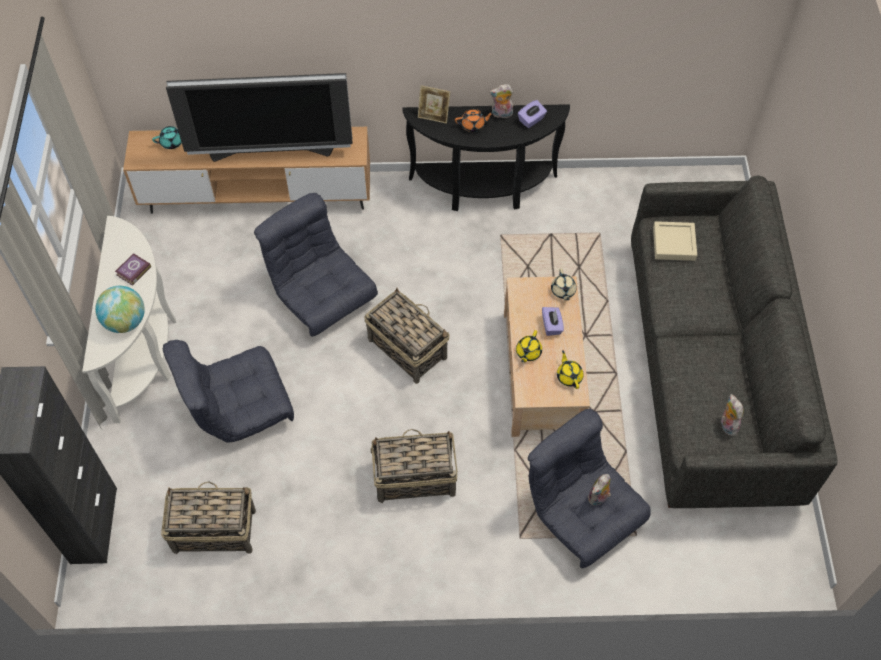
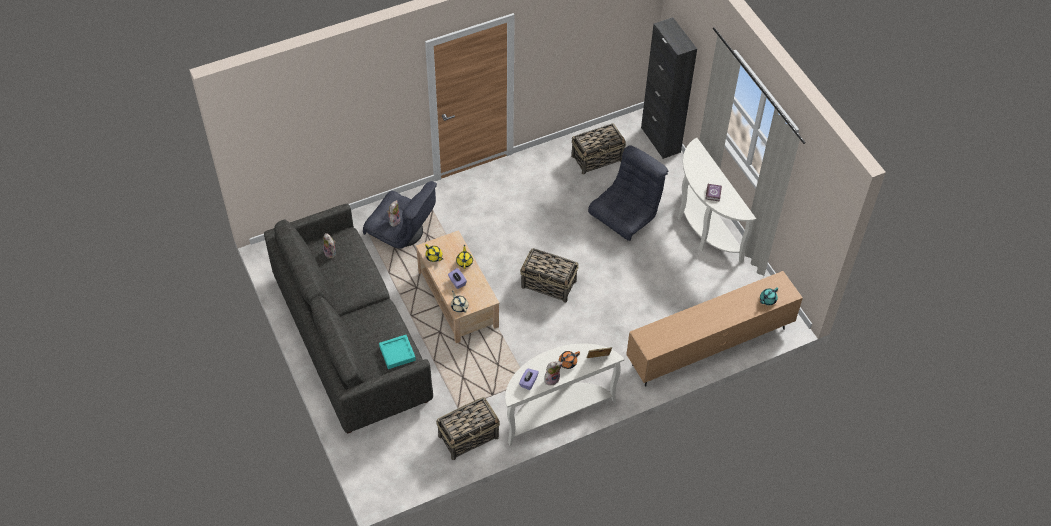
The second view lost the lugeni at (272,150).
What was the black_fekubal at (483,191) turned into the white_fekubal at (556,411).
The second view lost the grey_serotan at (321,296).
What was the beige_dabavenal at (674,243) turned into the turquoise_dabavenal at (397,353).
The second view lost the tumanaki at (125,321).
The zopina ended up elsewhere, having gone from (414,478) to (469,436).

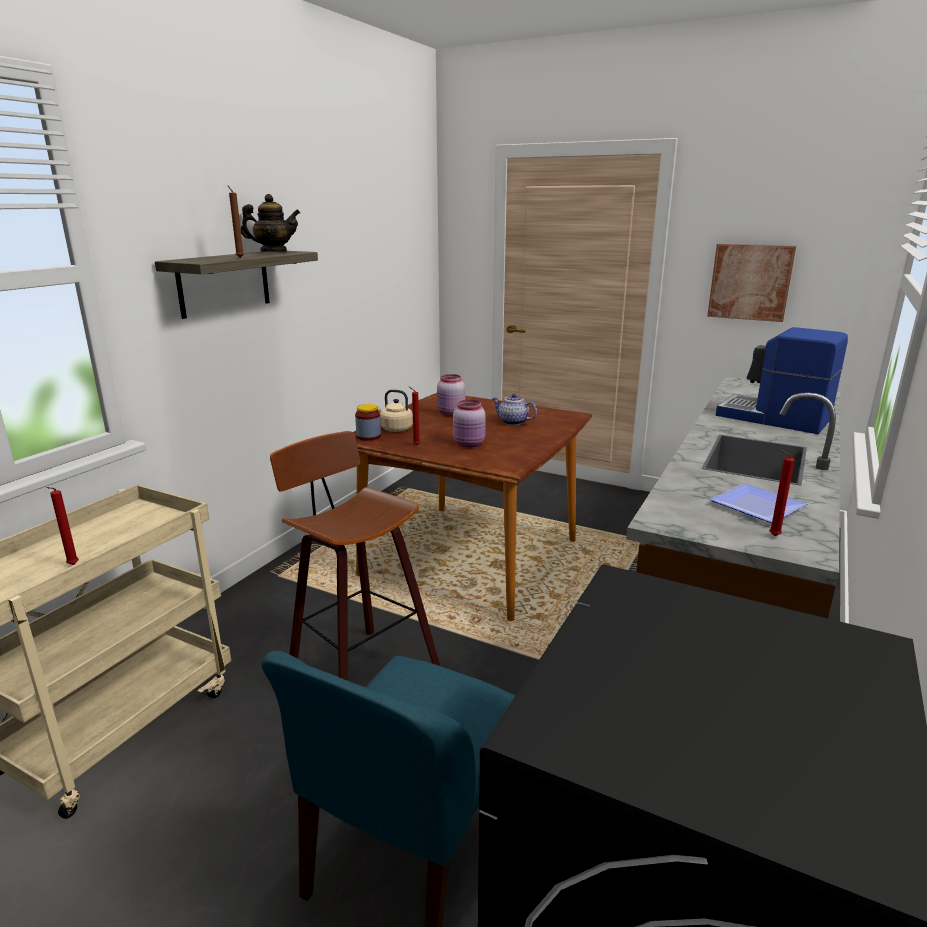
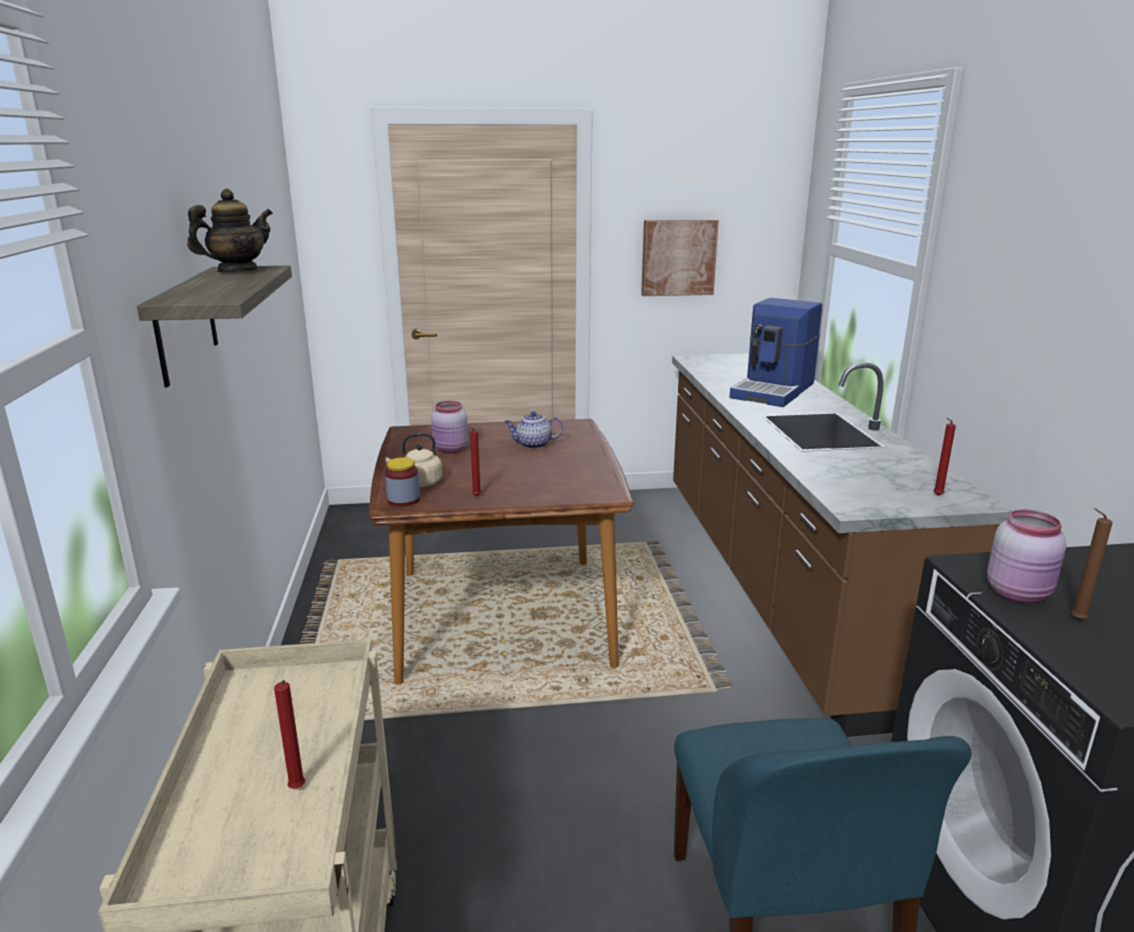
The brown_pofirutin ended up elsewhere, having gone from (239,257) to (1075,620).
The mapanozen at (773,418) ended up facing another way, 60 degrees counterclockwise from before.
The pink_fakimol ended up elsewhere, having gone from (469,444) to (1019,593).
The second view lost the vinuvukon at (358,672).
The second view lost the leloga at (756,505).

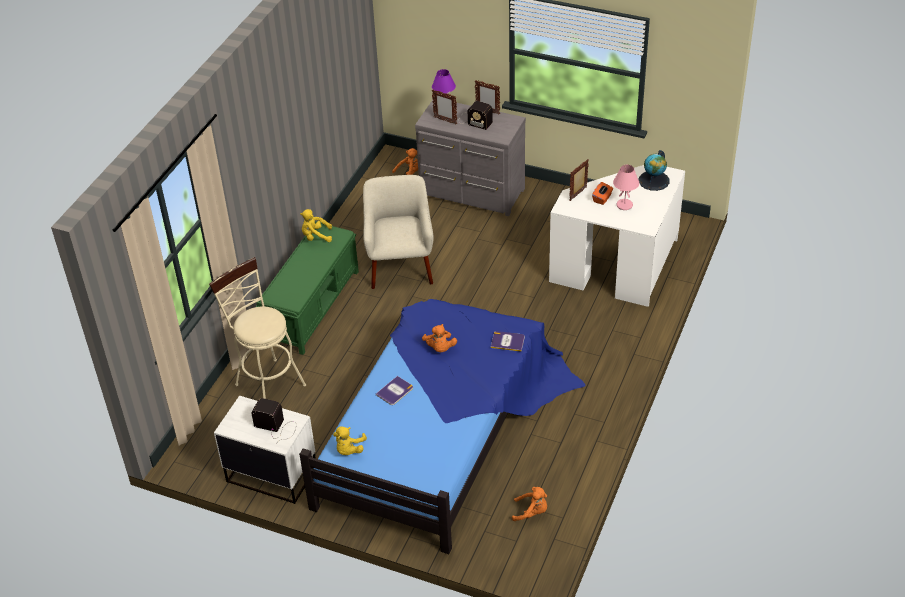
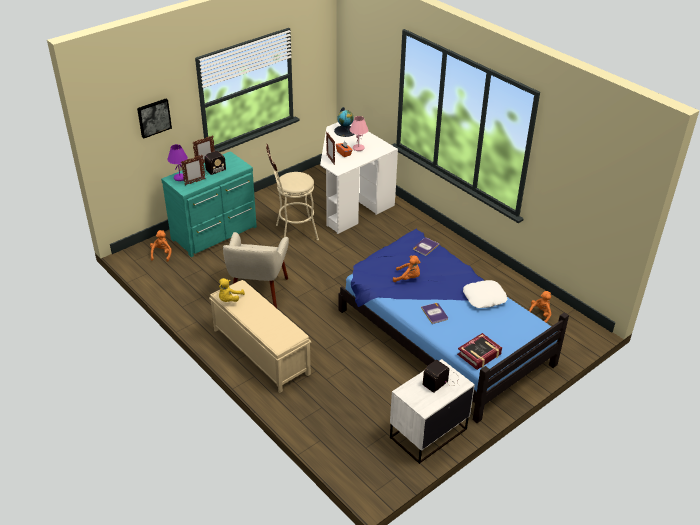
What was the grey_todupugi at (472,193) turned into the turquoise_todupugi at (216,233).
The beige_serotan at (400,265) ended up facing another way, 105 degrees counterclockwise from before.
What was the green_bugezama at (313,306) turned into the beige_bugezama at (260,351).
The beige_vinuvukon ended up elsewhere, having gone from (266,382) to (293,233).
Where the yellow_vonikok stood at (349,449), the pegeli came to stand at (479,354).
The second view gained the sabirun at (153,117).
The second view gained the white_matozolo at (484,298).

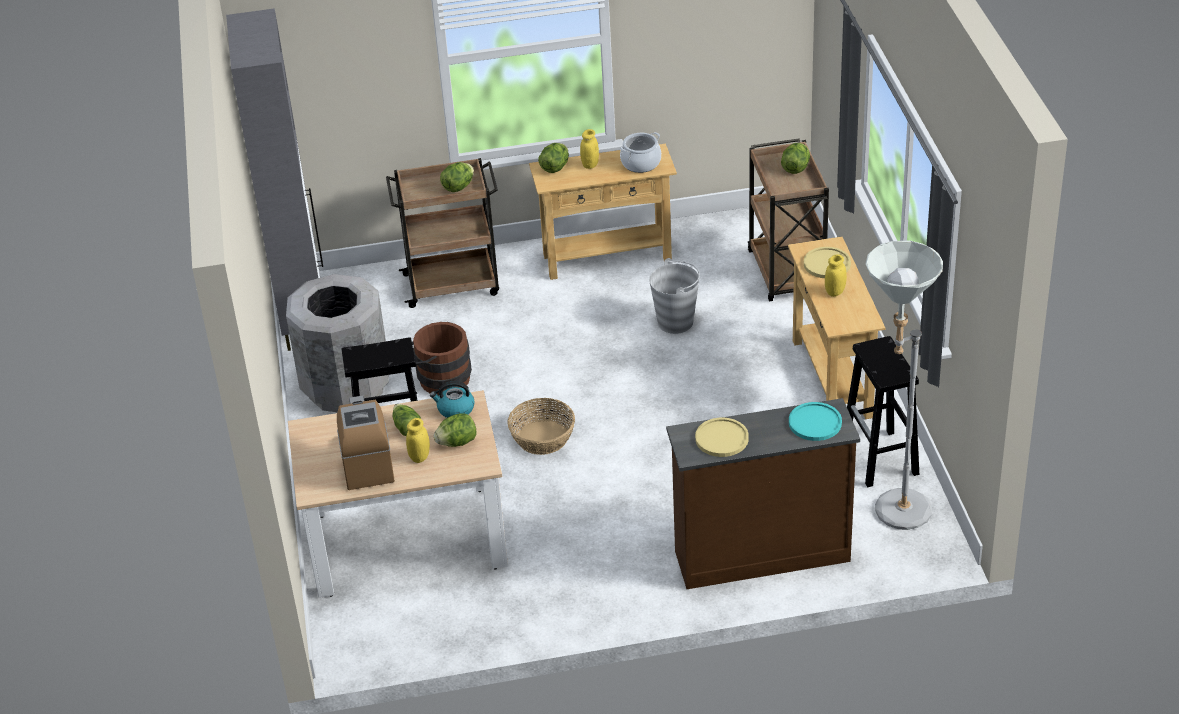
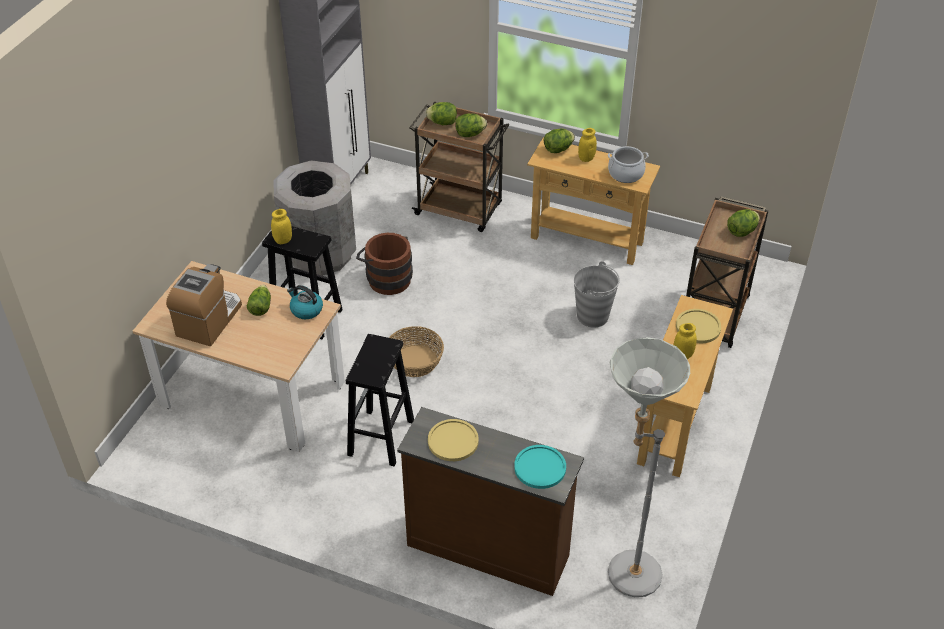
The black_vinuvukon ended up elsewhere, having gone from (880,459) to (380,438).
The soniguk ended up elsewhere, having gone from (457,442) to (442,123).
The yellow_fakimol ended up elsewhere, having gone from (420,457) to (283,240).

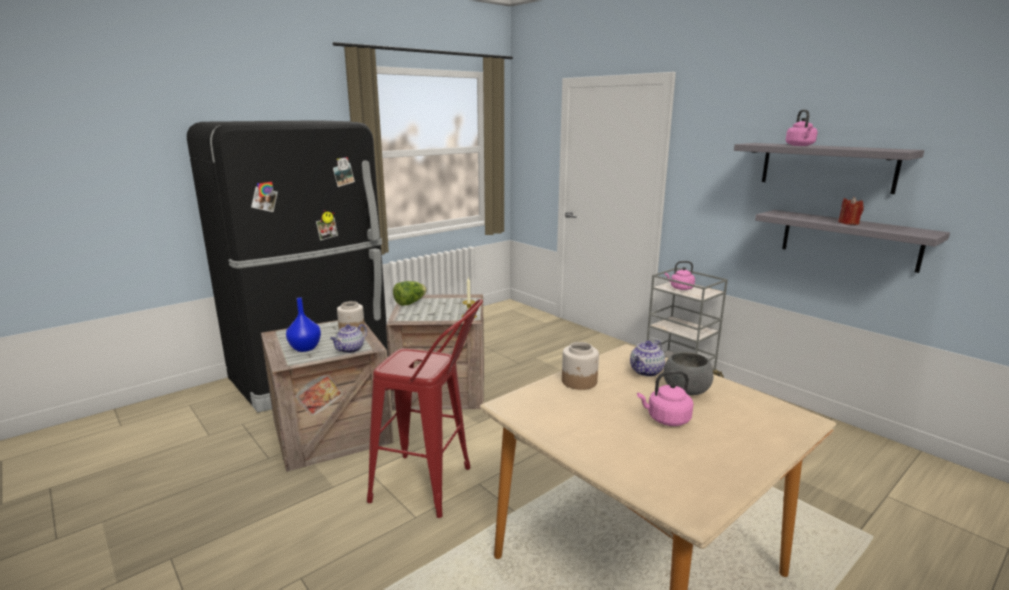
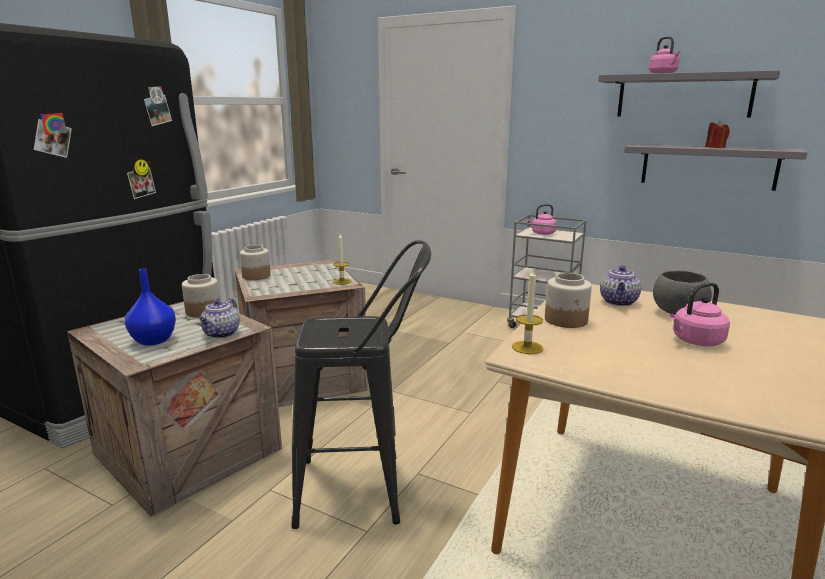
Where the soniguk stood at (410,303), the fakimol came to stand at (256,276).
What was the red_vinuvukon at (431,487) turned into the black_vinuvukon at (364,490).
The second view gained the pofirutin at (527,347).

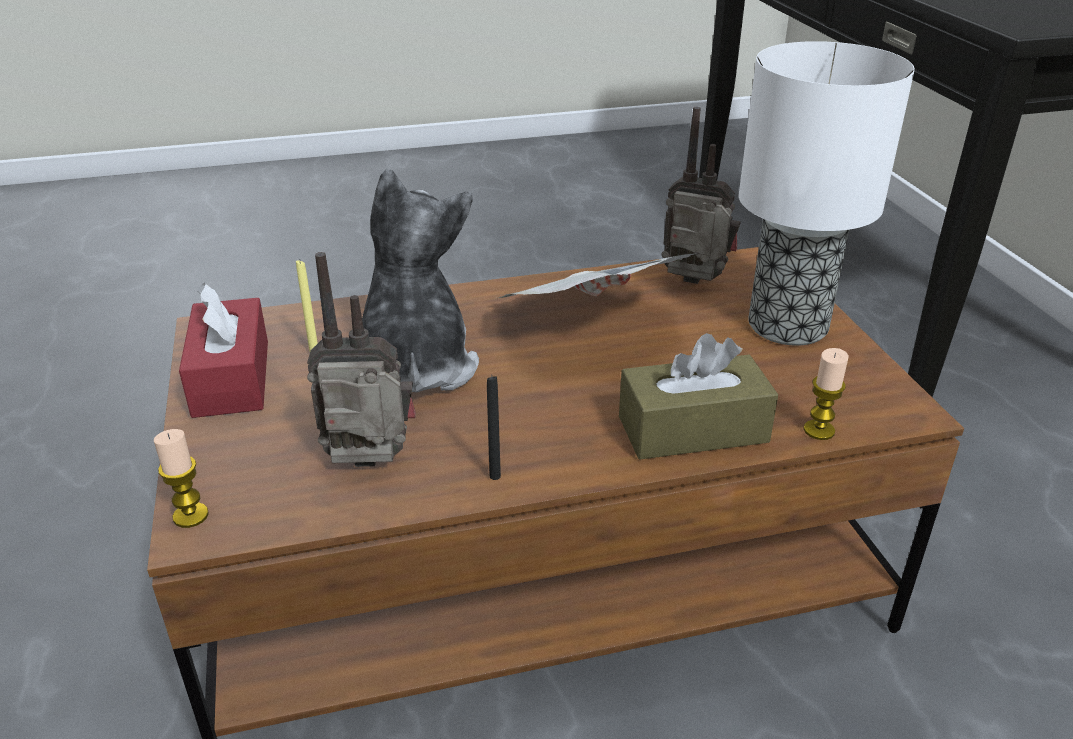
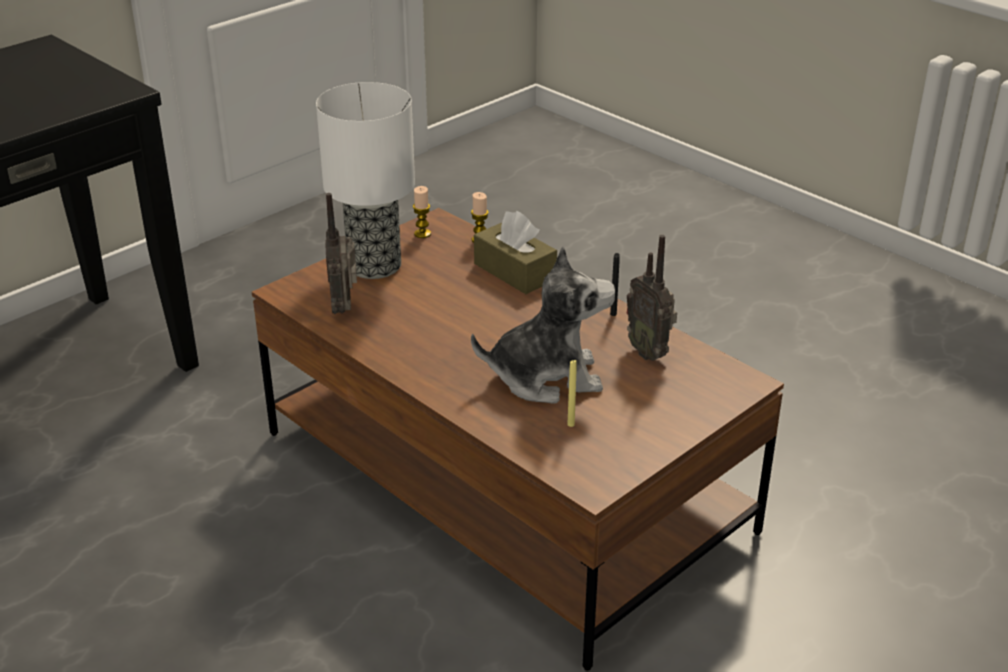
The vonikok at (415,366) ended up facing another way, 150 degrees counterclockwise from before.
The second view lost the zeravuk at (589,324).
The second view lost the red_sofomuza at (231,378).
The pofirutin ended up elsewhere, having gone from (190,516) to (422,234).

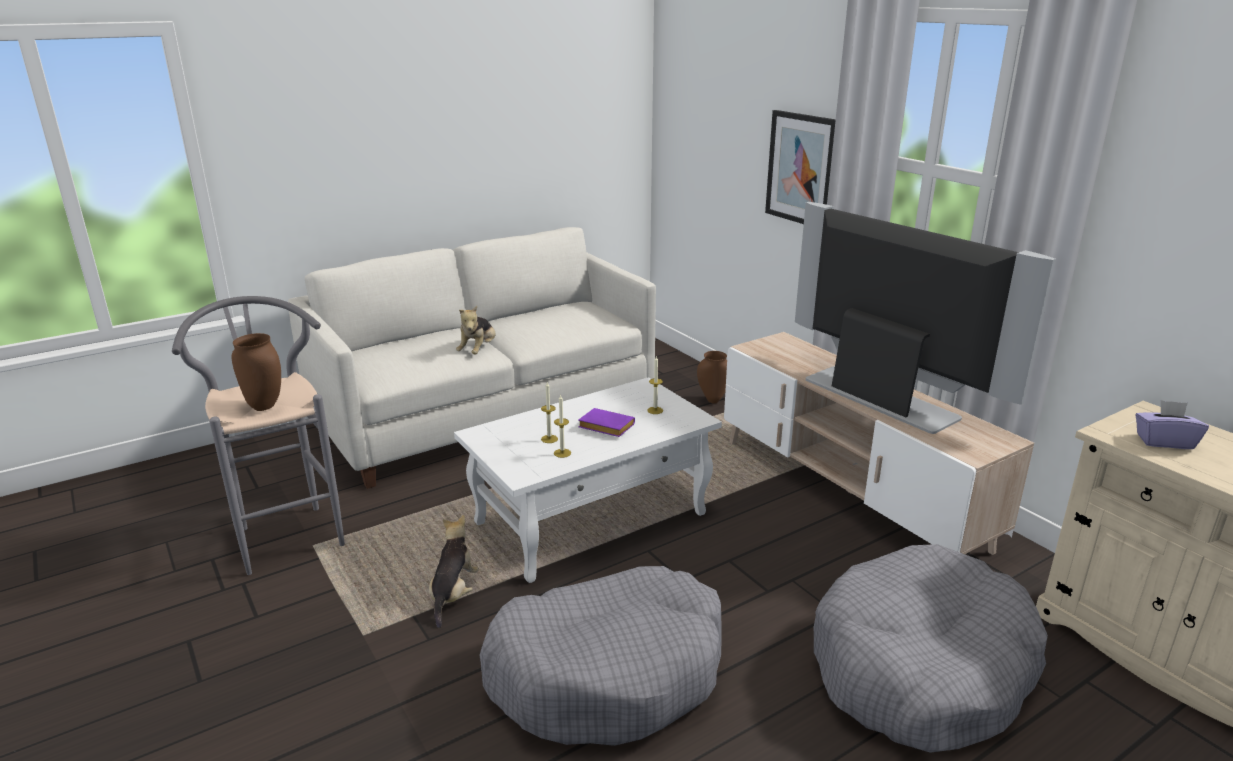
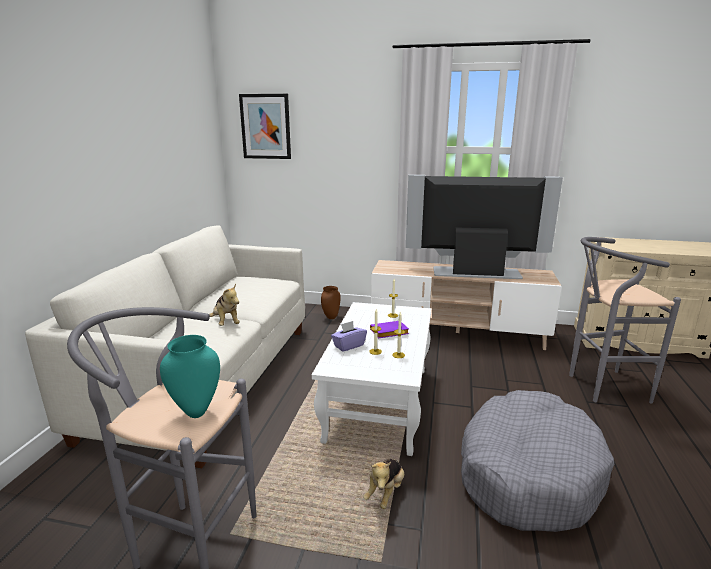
The sabirun ended up elsewhere, having gone from (801,169) to (265,126).
What was the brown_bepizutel at (265,406) turned into the turquoise_bepizutel at (196,411).
The purple_sofomuza ended up elsewhere, having gone from (1164,441) to (348,345).
The vonikok at (453,594) ended up facing another way, 120 degrees counterclockwise from before.
Where the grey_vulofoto stood at (920,668), the grey_vinuvukon came to stand at (600,387).

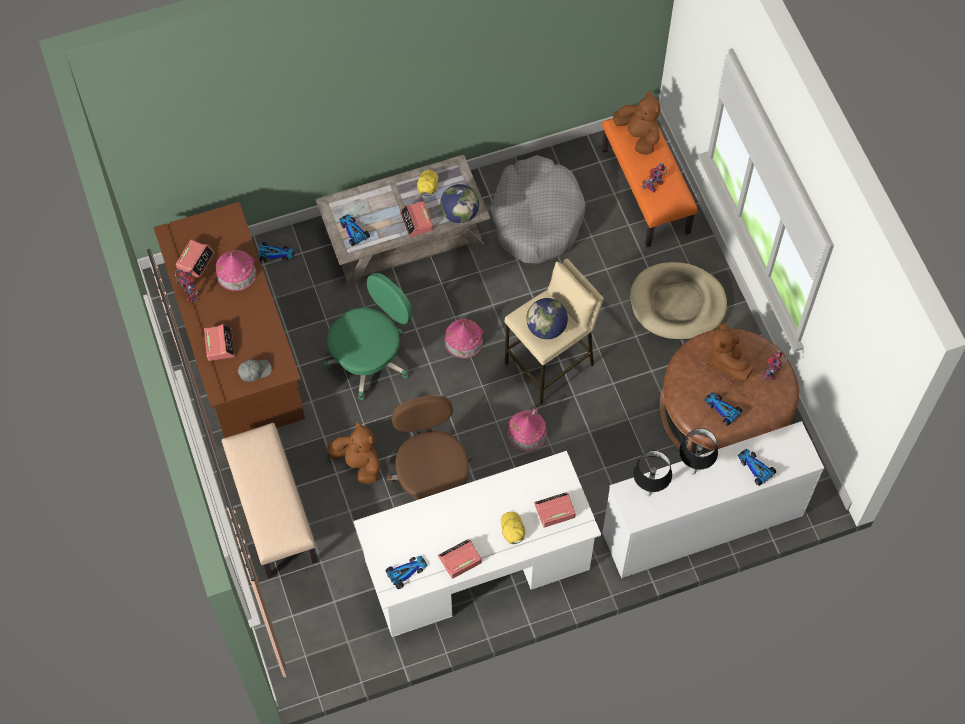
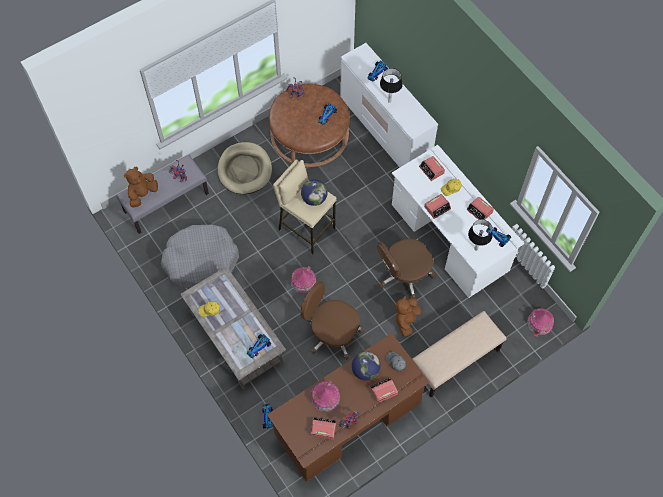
What was the orange_bugezama at (646,191) turned into the grey_bugezama at (166,202).
The tumanaki ended up elsewhere, having gone from (459,213) to (365,370).
The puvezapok ended up elsewhere, having gone from (417,221) to (437,207).
What was the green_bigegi at (370,359) turned into the brown_bigegi at (332,333).
The second view lost the brown_vonikok at (726,360).
The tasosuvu ended up elsewhere, having gone from (527,433) to (540,323).
The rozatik ended up elsewhere, having gone from (648,493) to (476,249).

